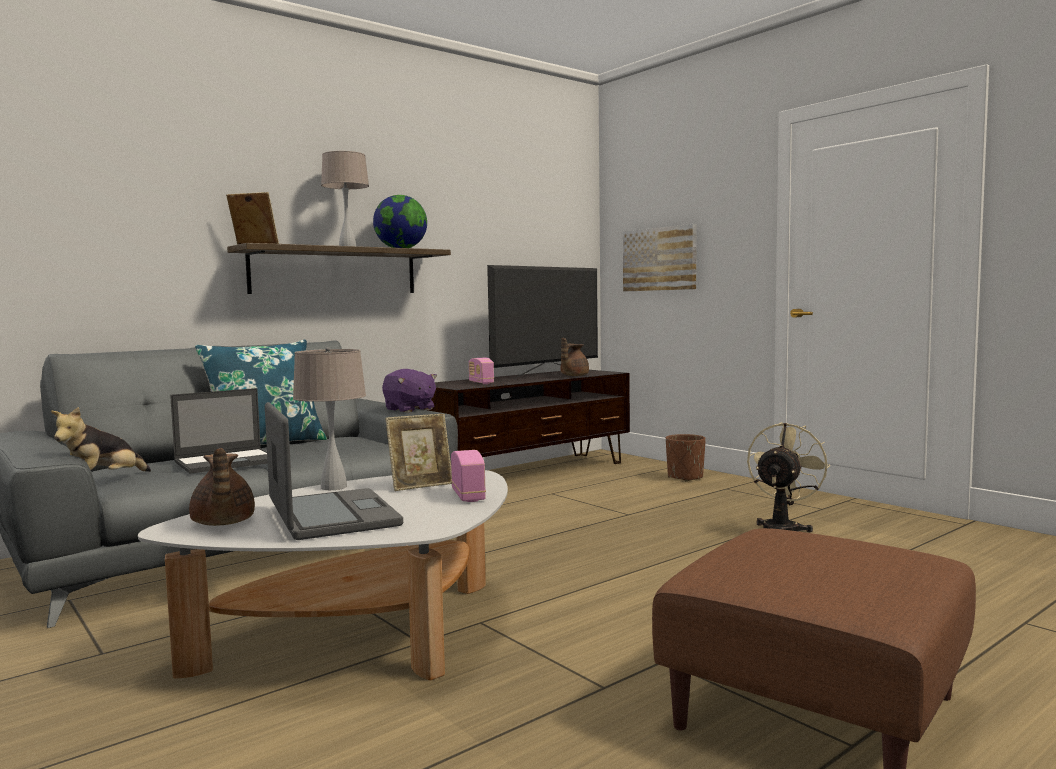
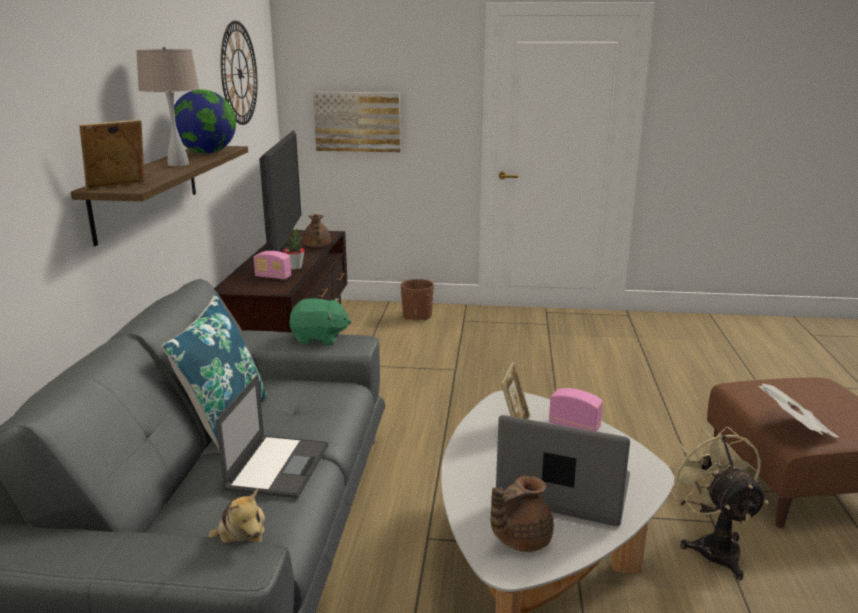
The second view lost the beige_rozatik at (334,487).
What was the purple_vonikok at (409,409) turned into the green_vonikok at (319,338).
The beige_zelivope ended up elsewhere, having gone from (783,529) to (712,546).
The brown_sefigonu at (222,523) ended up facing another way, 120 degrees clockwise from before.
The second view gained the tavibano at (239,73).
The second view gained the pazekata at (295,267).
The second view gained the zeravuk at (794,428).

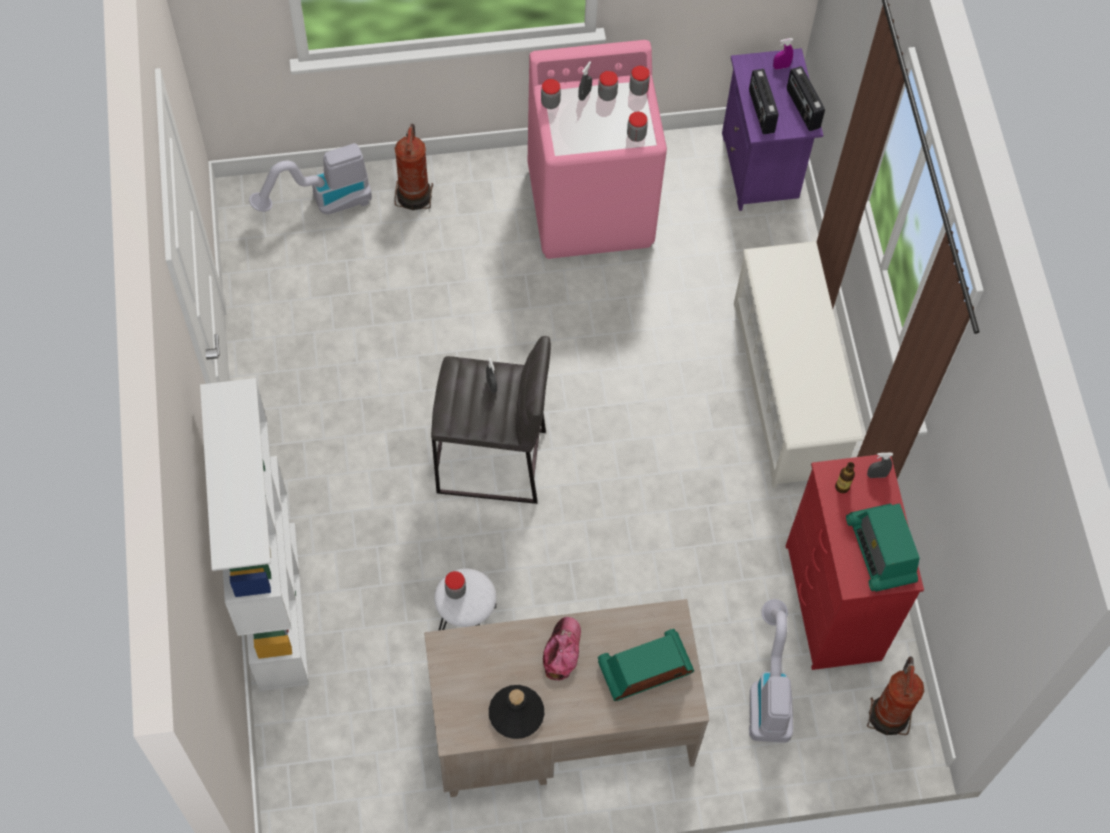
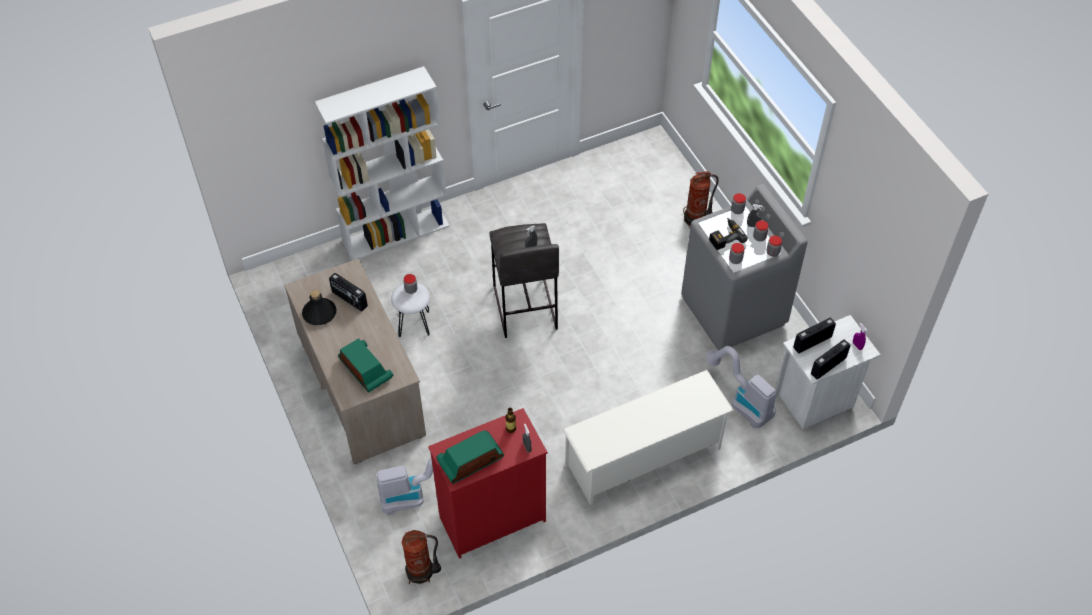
What was the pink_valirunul at (591,207) turned into the grey_valirunul at (733,311).
What was the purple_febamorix at (761,168) turned into the white_febamorix at (815,401).
The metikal ended up elsewhere, having gone from (322,203) to (741,401).
The second view lost the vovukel at (562,650).
The second view gained the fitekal at (725,236).
The second view gained the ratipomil at (349,299).

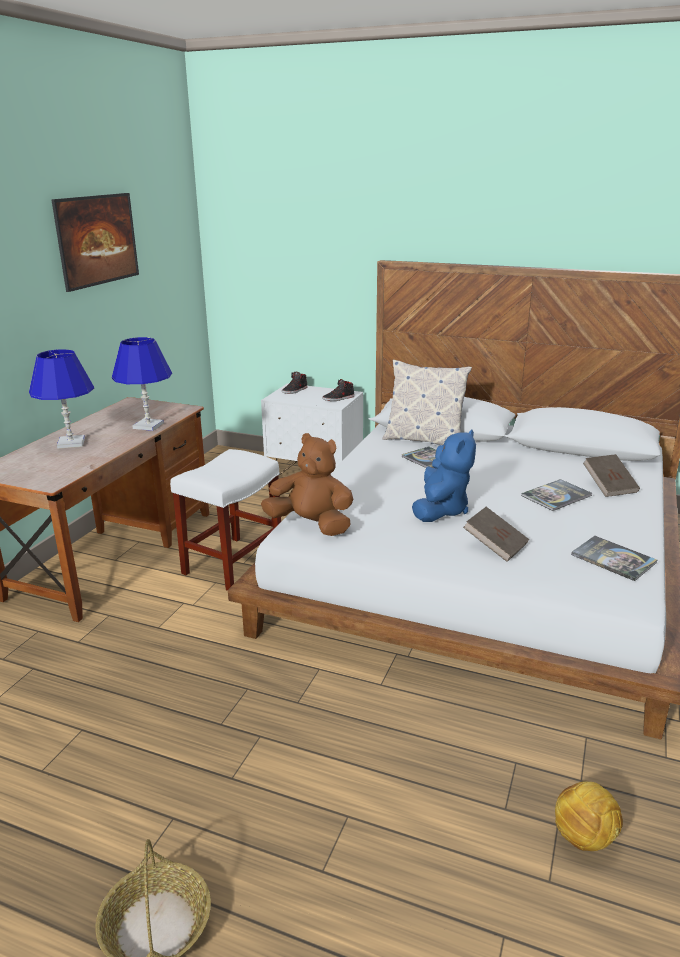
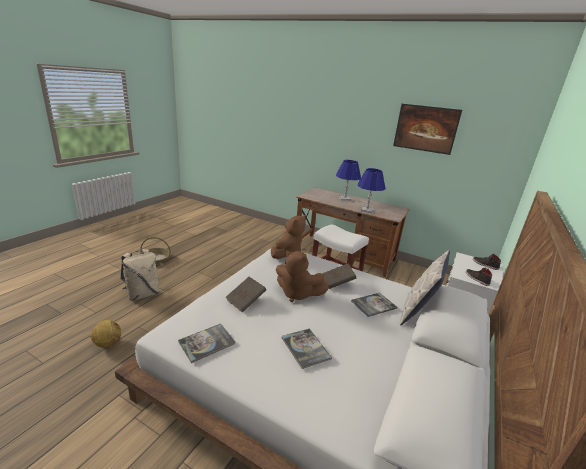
What was the blue_vonikok at (441,510) turned into the brown_vonikok at (297,294).
The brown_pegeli ended up elsewhere, having gone from (609,486) to (338,282).
The second view gained the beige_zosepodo at (142,294).

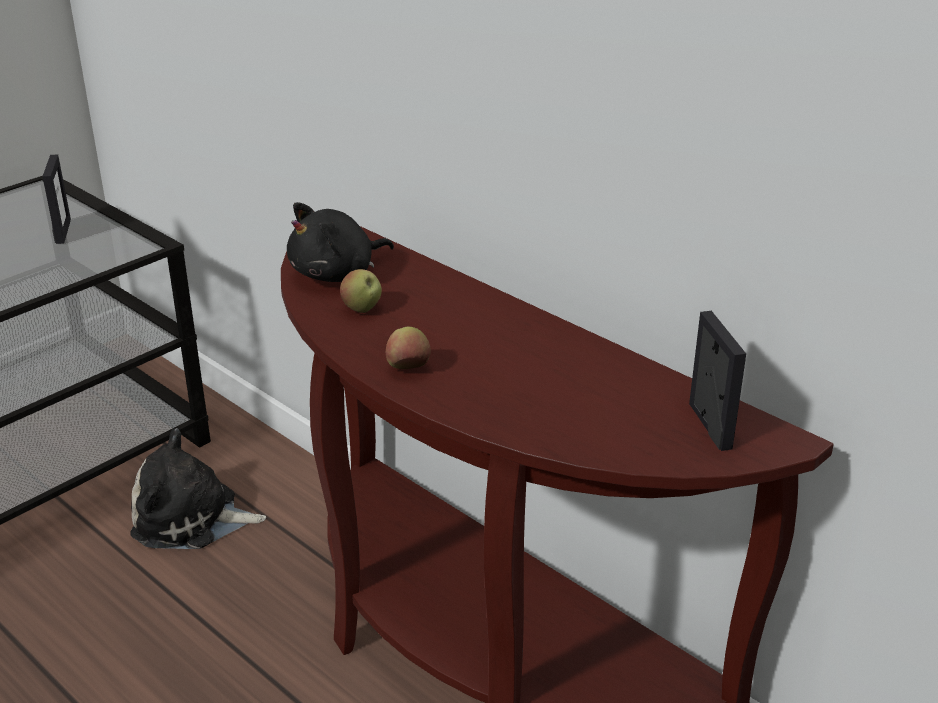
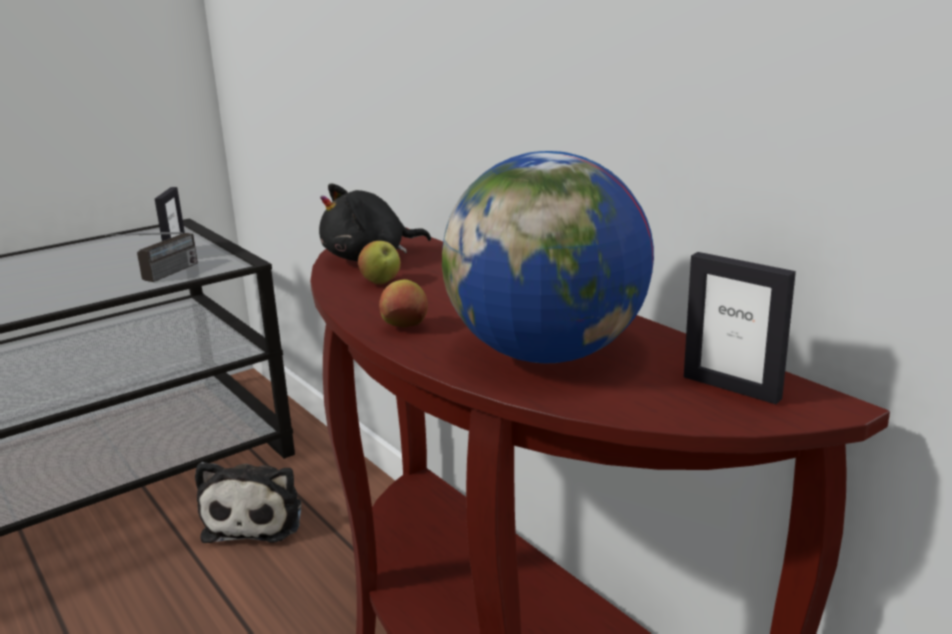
The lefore at (709,426) ended up facing another way, 135 degrees clockwise from before.
The vonikok at (191,519) ended up facing another way, 105 degrees counterclockwise from before.
The second view gained the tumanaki at (548,354).
The second view gained the ratipomil at (159,277).

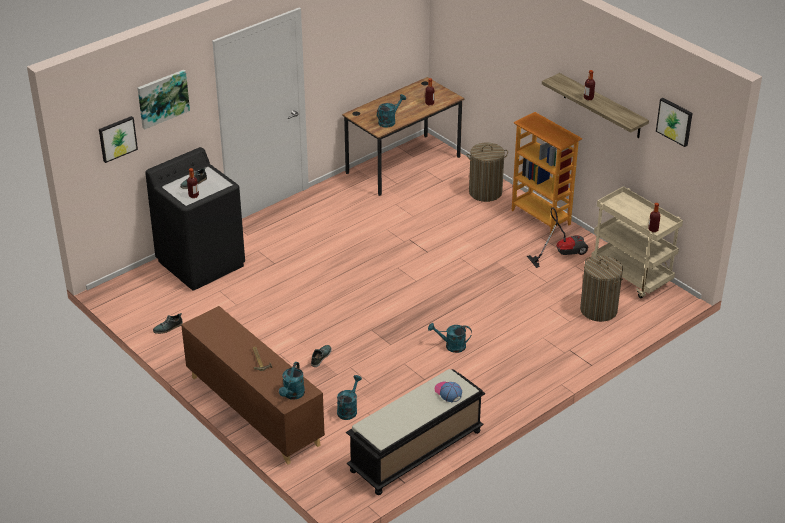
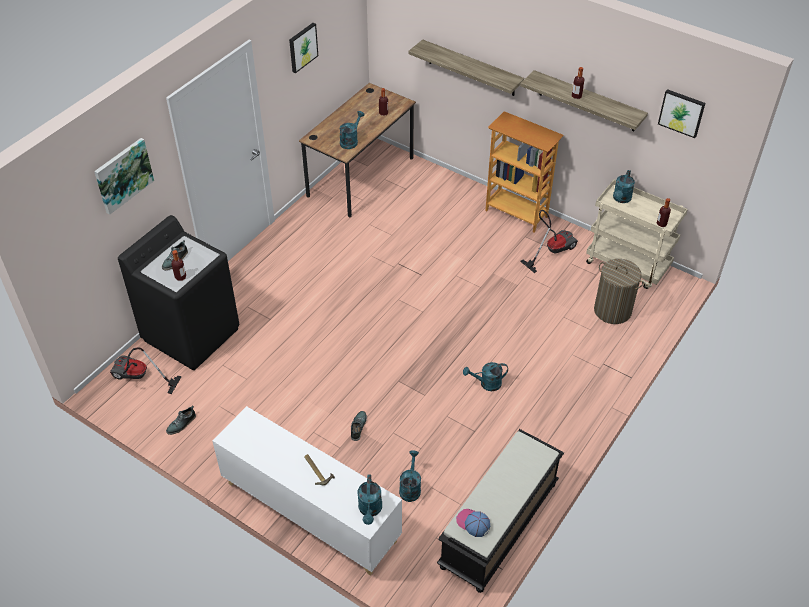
The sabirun ended up elsewhere, having gone from (117,138) to (302,47).
The second view lost the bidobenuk at (485,192).
What was the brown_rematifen at (254,410) turned into the white_rematifen at (310,512).
The vovukel ended up elsewhere, having gone from (448,392) to (473,523).
The second view gained the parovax at (471,68).
The second view gained the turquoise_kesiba at (621,199).
The second view gained the metikal at (139,378).

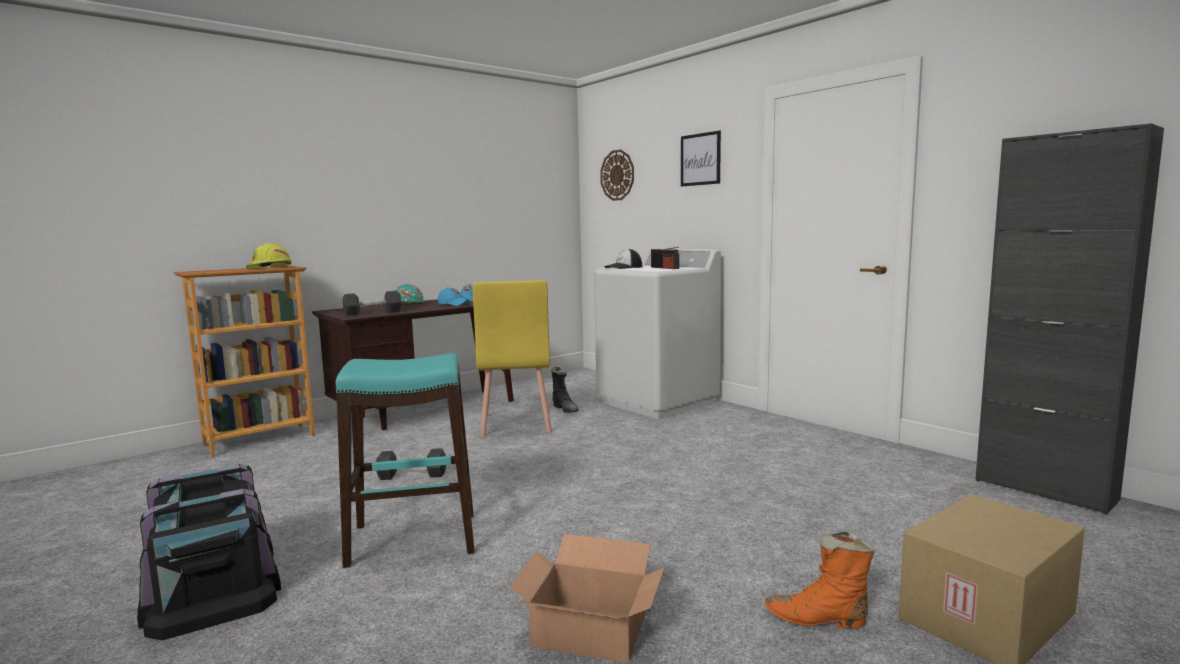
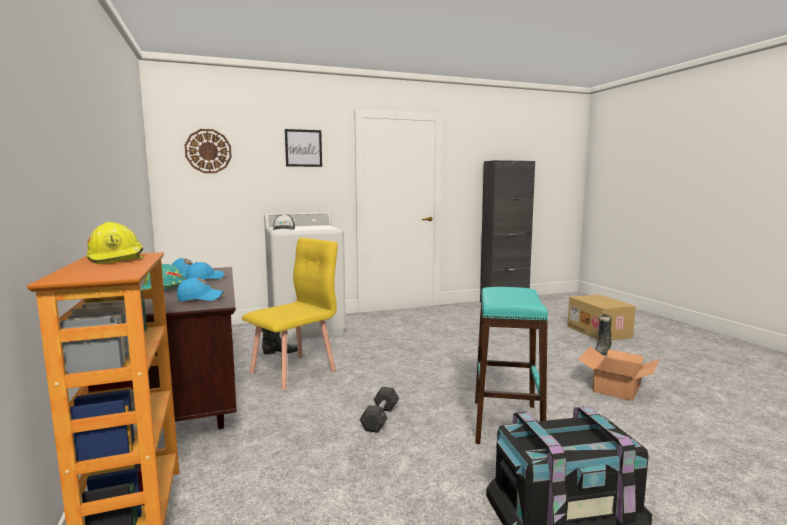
The second view lost the ratipomil at (664,268).
The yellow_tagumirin at (515,424) ended up facing another way, 60 degrees counterclockwise from before.
Where the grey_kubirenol stood at (373,313), the blue_vovukel came to stand at (200,298).
What was the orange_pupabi at (817,619) turned into the black_pupabi at (603,351).

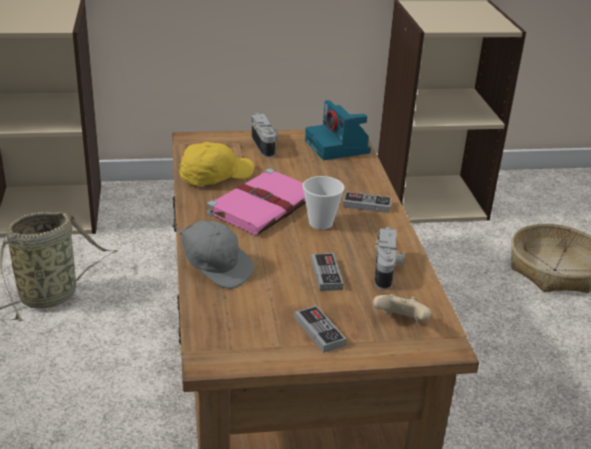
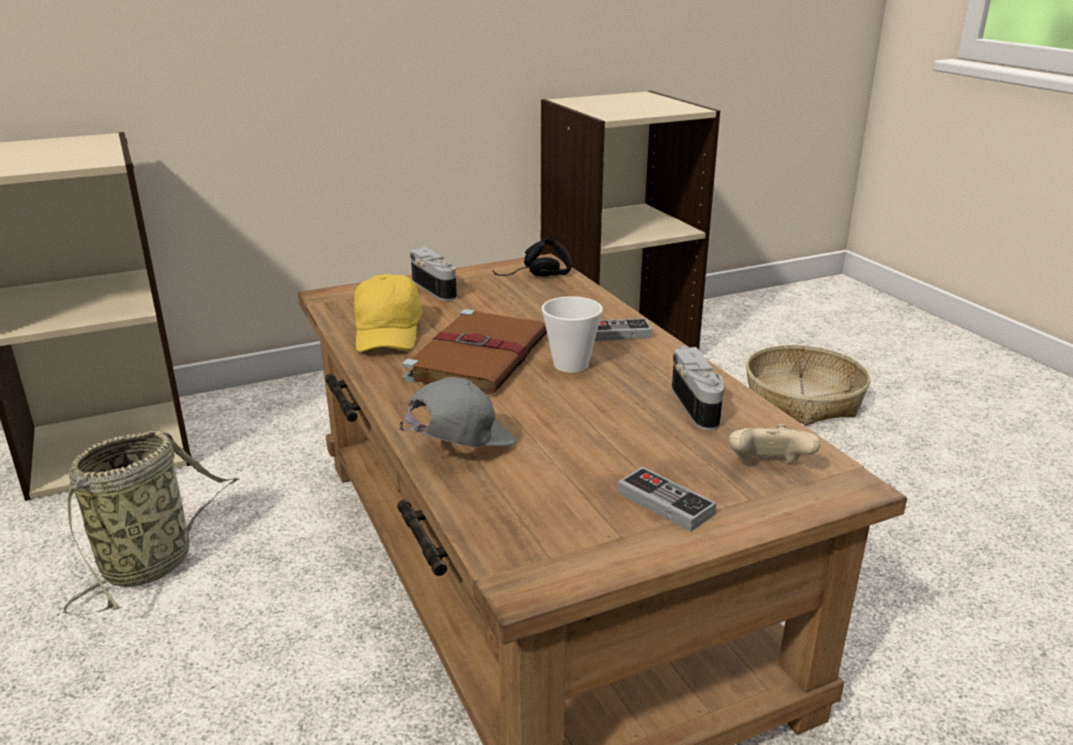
Where the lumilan stood at (338,147), the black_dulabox came to stand at (535,277).
The yellow_vovukel at (215,176) ended up facing another way, 135 degrees clockwise from before.
What was the pink_pegeli at (264,205) turned into the brown_pegeli at (479,356).
The grey_vovukel at (215,269) ended up facing another way, 60 degrees counterclockwise from before.
The second view lost the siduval at (326,274).

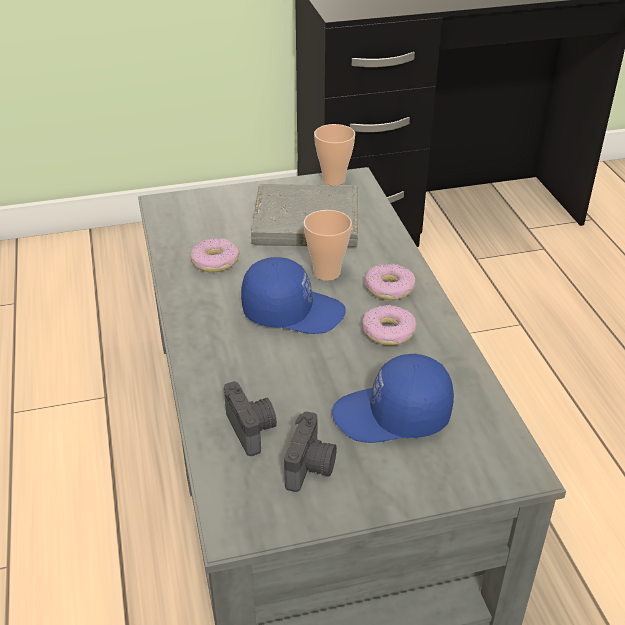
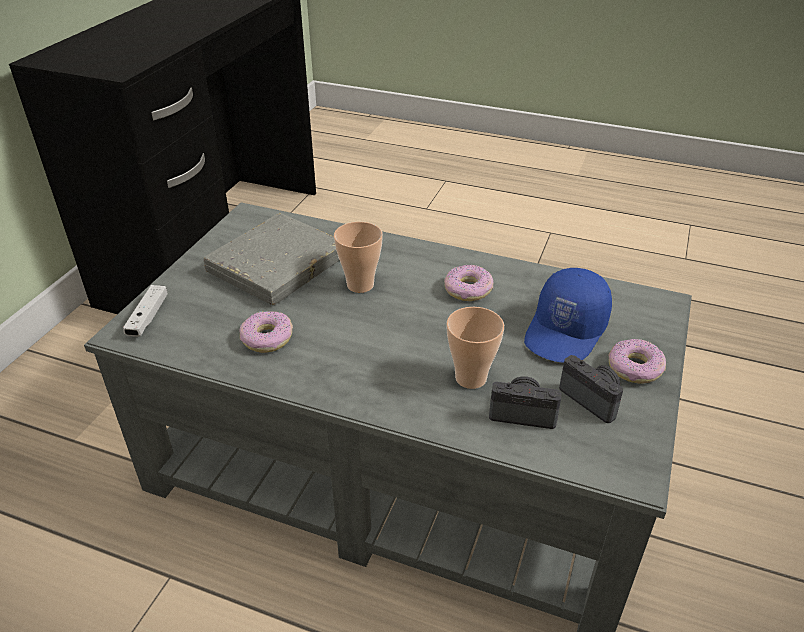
The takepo ended up elsewhere, having gone from (333,180) to (471,378).
The second view lost the blue_vovukel at (293,311).
The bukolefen ended up elsewhere, having gone from (389,288) to (635,368).
The second view gained the white_siduval at (148,317).

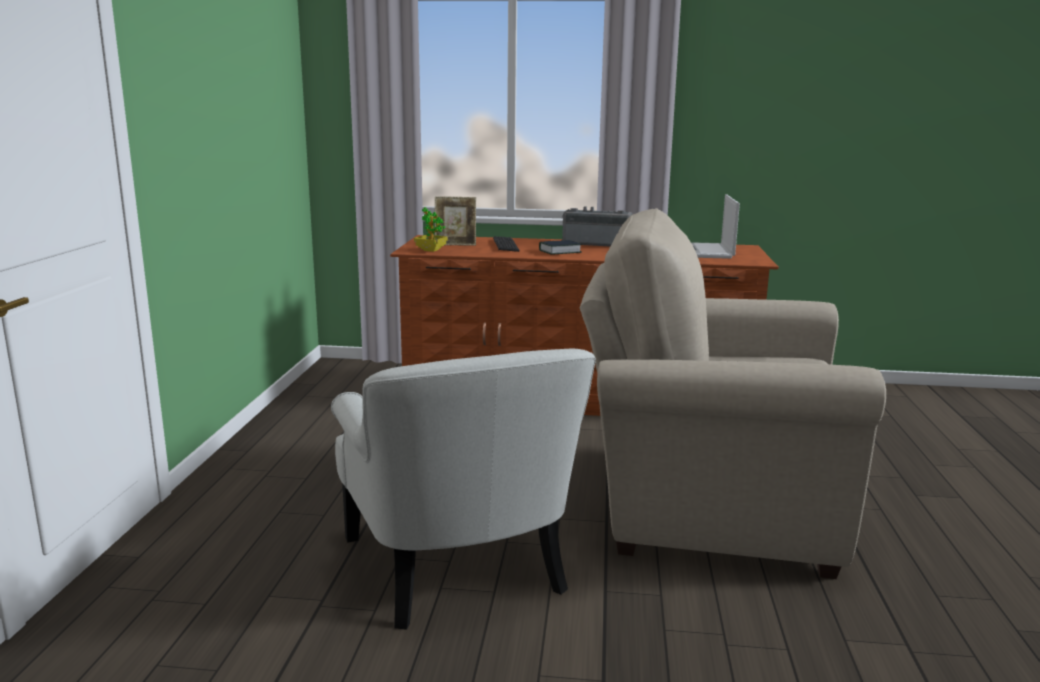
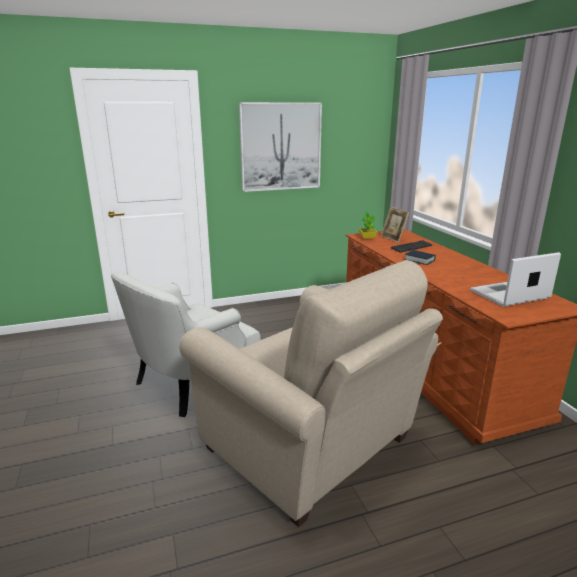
The second view lost the ratipomil at (597,244).
The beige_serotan at (707,504) ended up facing another way, 150 degrees clockwise from before.
The second view gained the sabirun at (280,147).

